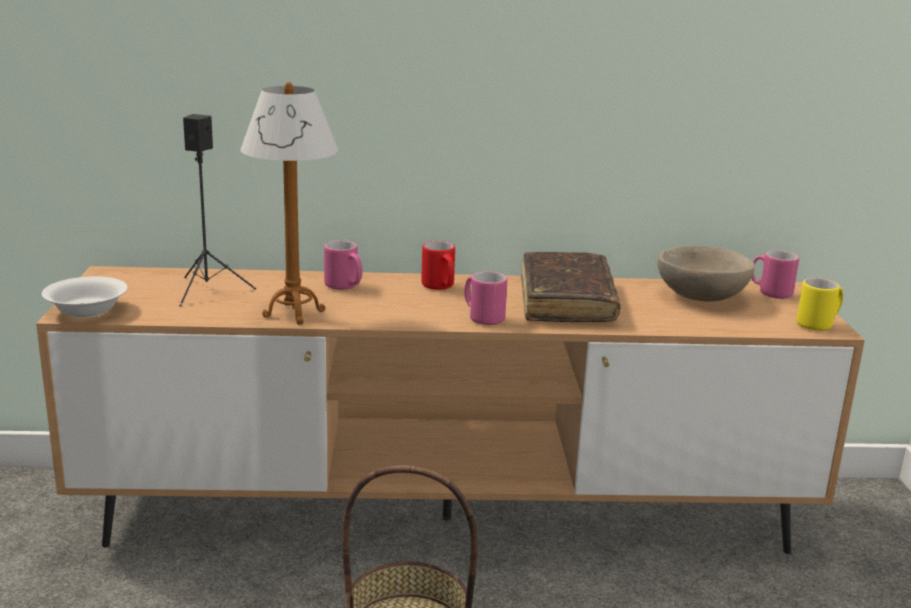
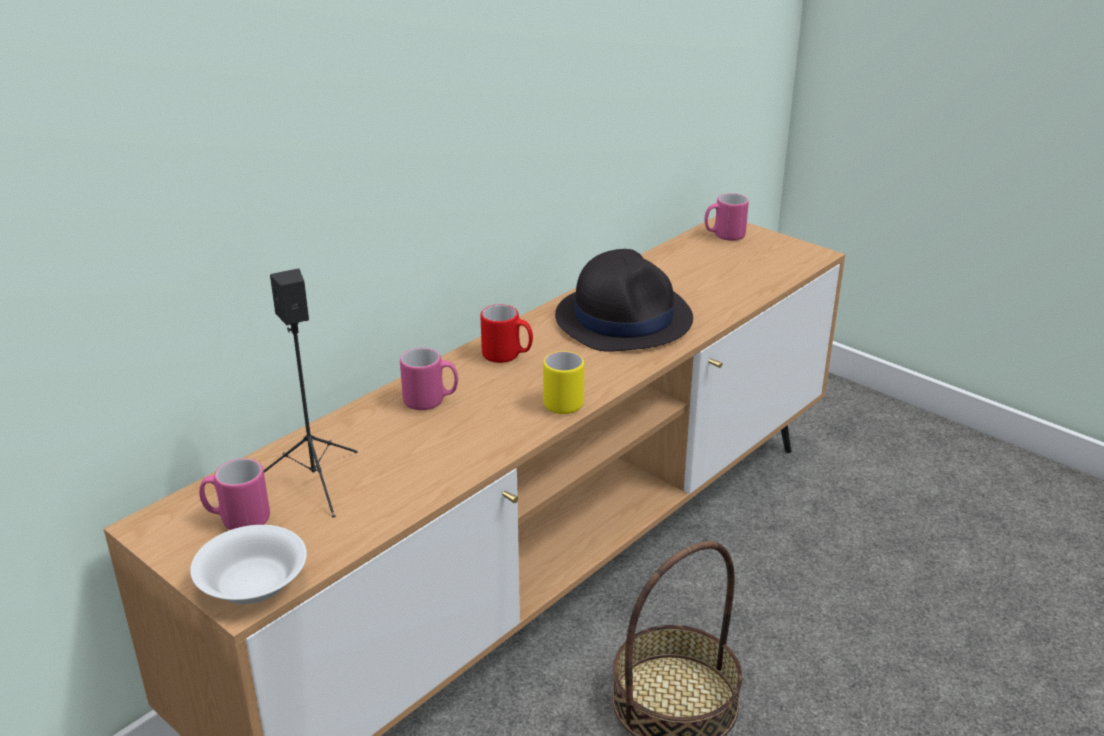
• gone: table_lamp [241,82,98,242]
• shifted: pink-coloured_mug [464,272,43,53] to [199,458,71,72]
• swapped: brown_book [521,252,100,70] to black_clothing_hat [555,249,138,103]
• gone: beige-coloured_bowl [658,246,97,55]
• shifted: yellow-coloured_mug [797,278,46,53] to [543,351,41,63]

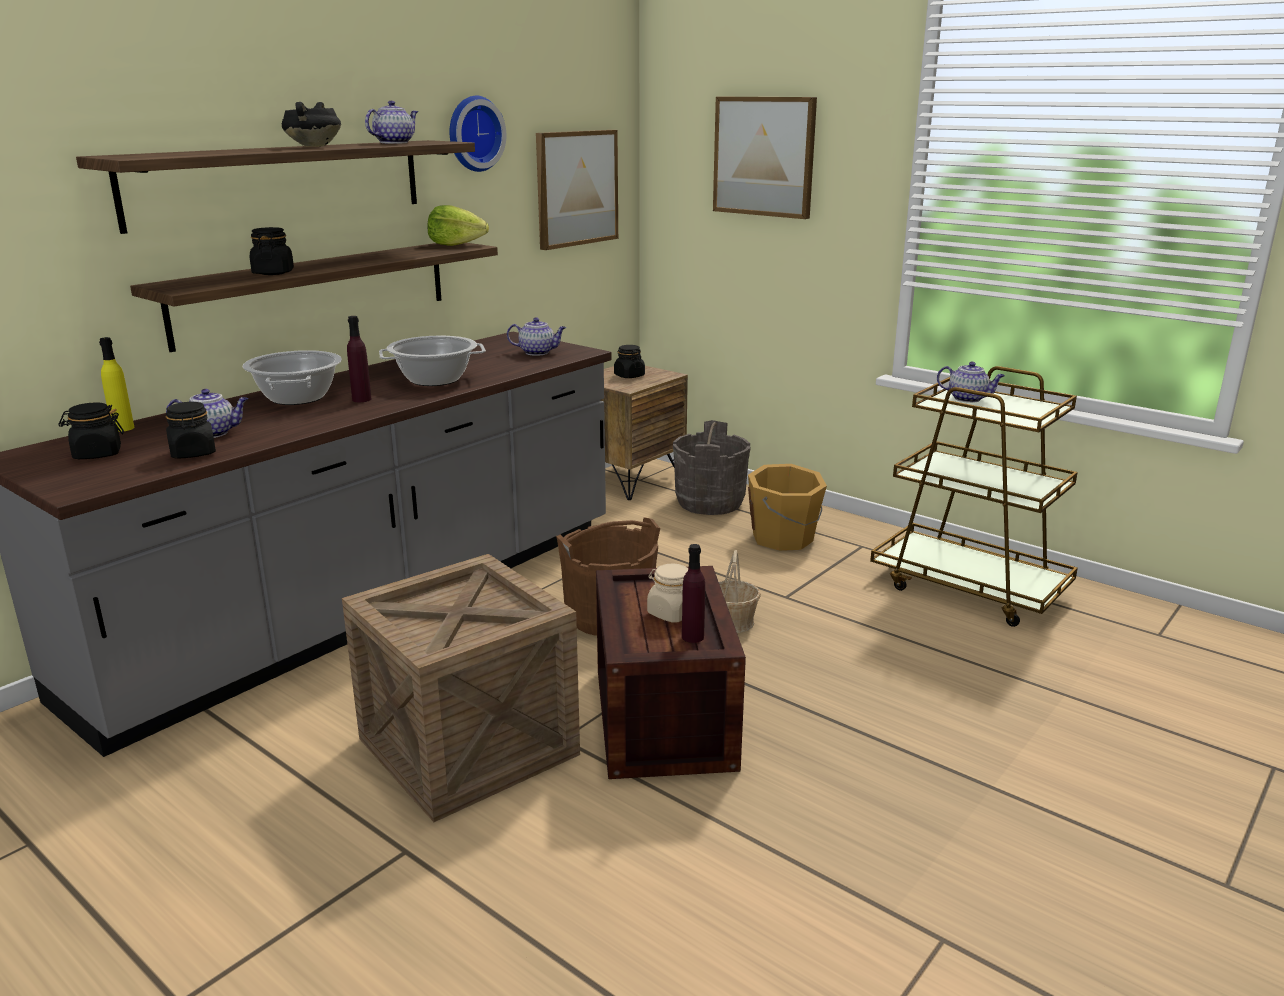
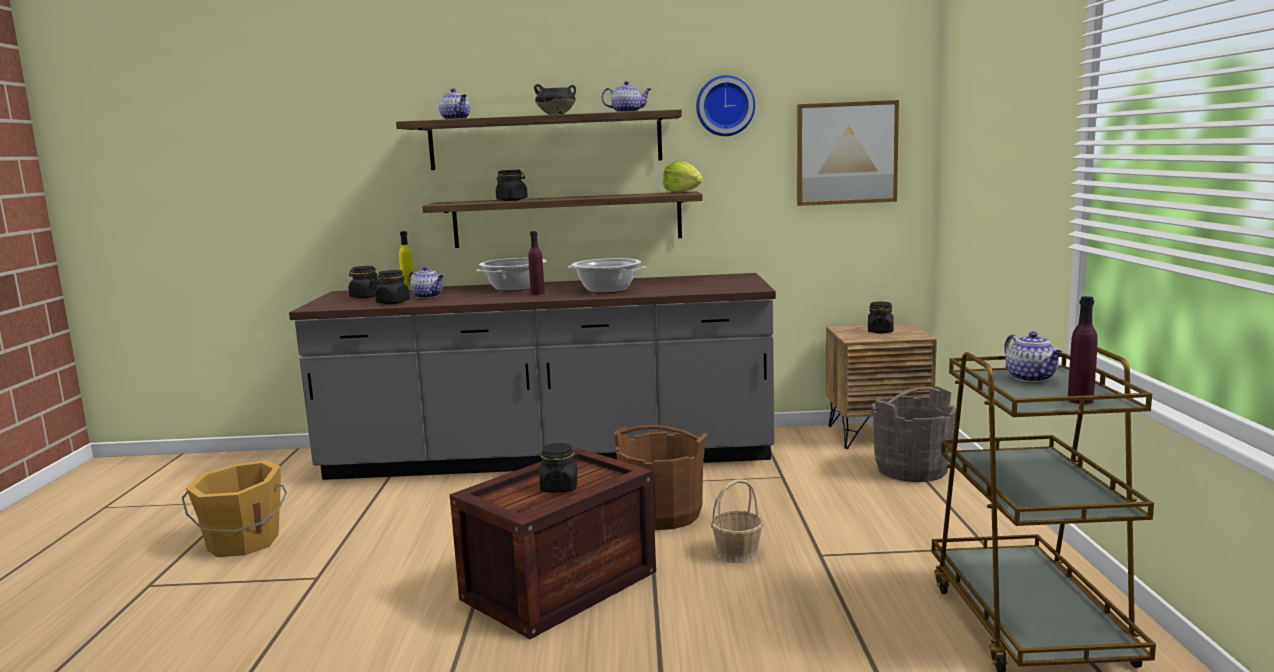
• gone: packing_crate [342,554,238,268]
• shifted: pot_for_tea [507,318,59,38] to [439,88,31,31]
• repainted: beige-coloured_preserve_jar [647,564,41,59] to black_preserve_jar [539,443,39,50]
• shifted: purplish_bottle [682,544,23,99] to [1068,296,30,108]
• gone: wall_picture [713,97,104,122]
• shifted: orange_bucket [748,464,79,87] to [182,460,105,97]

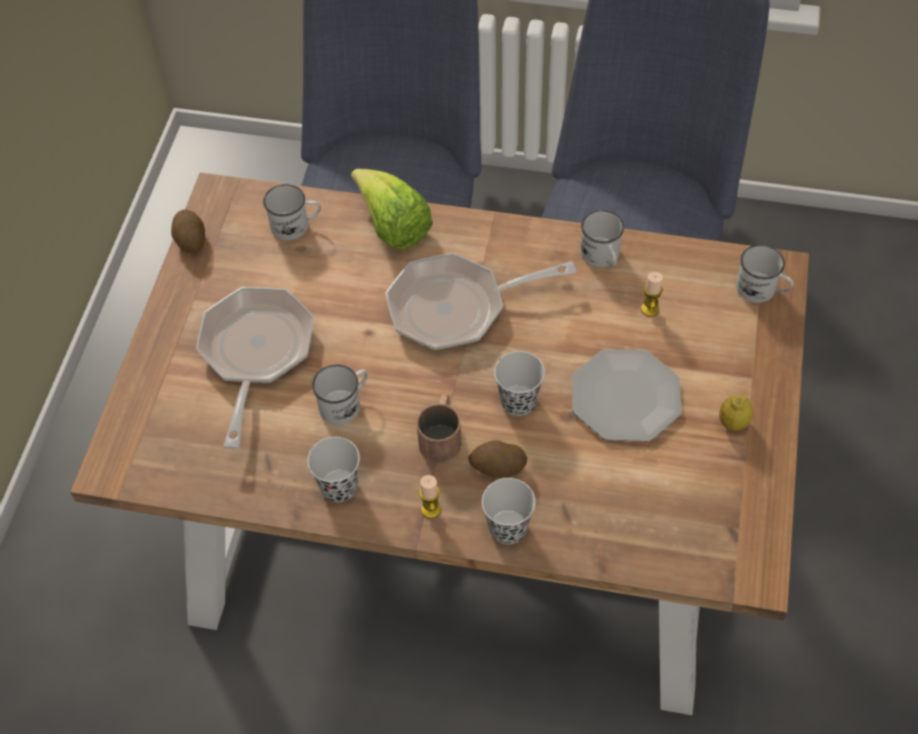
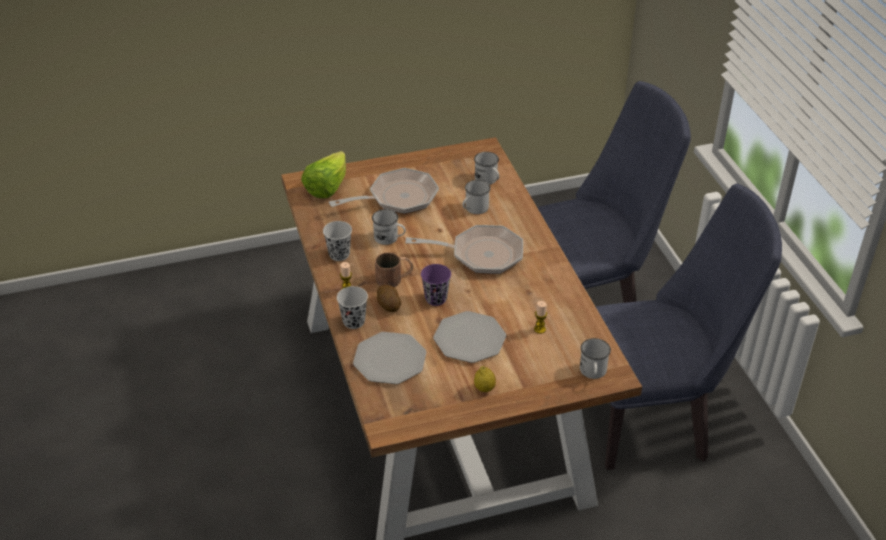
• gone: whole_potato [171,209,34,45]
• shifted: lettuce [351,169,82,81] to [301,151,45,47]
• rotated: skillet [385,253,192,97] = [405,225,118,49] 135 degrees clockwise
• repainted: black_cup [494,351,51,65] to purplish_cup [421,264,30,42]
• shifted: whitish_mug [581,210,43,57] to [463,180,27,34]
• new: dinner_plate [353,332,73,52]

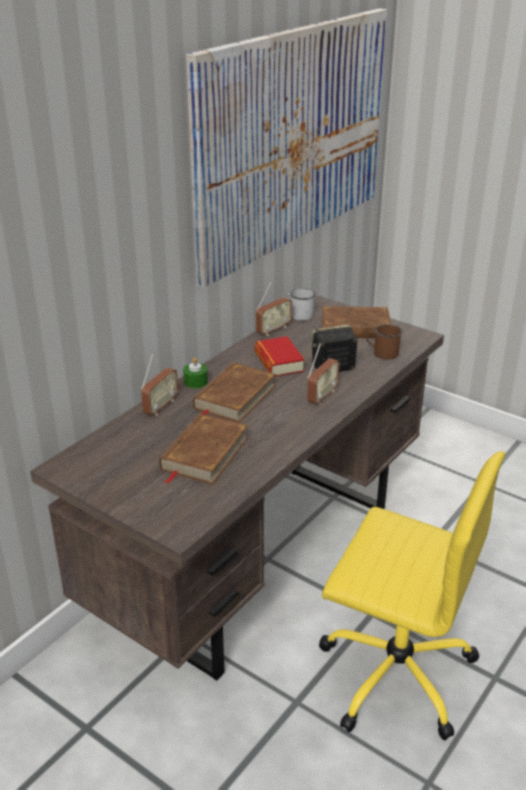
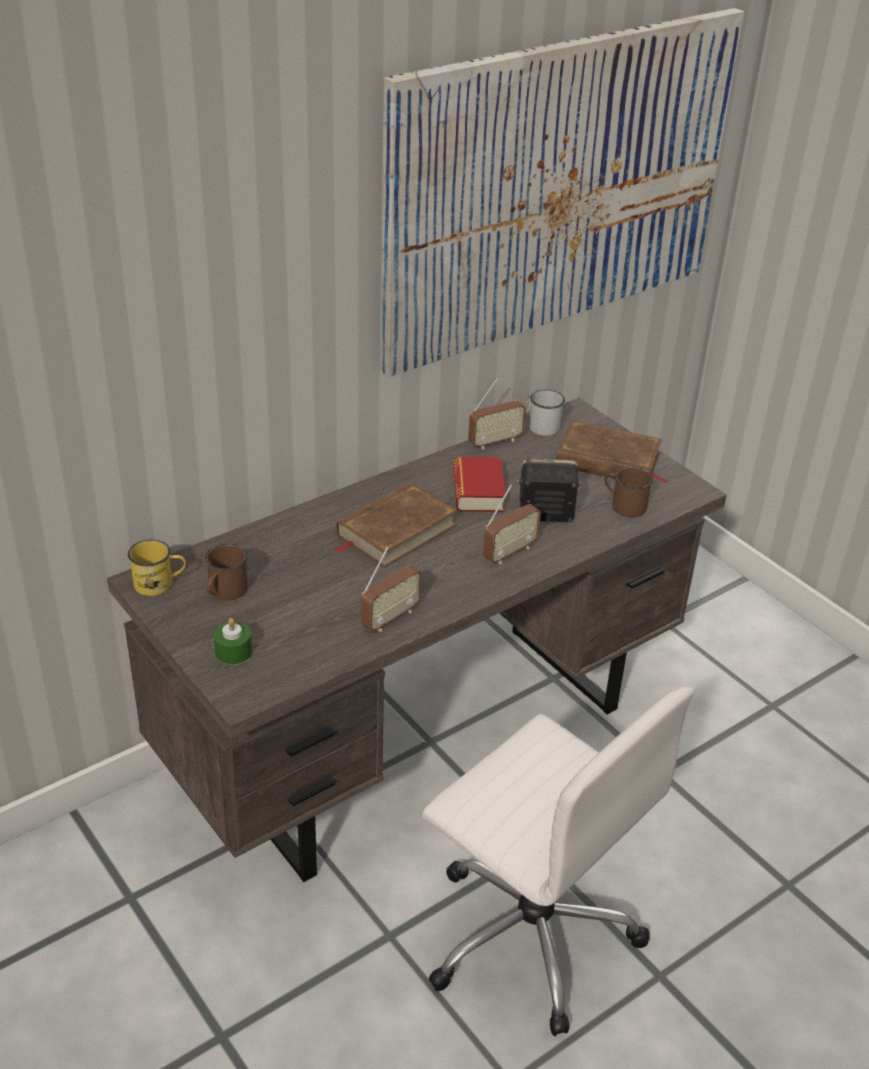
• shifted: radio_receiver [141,353,37,63] to [361,547,61,85]
• gone: brown_book [159,413,89,72]
• shifted: green_wax_light [183,358,25,31] to [214,618,38,46]
• repainted: yellow-coloured_computer_chair [319,451,186,289] to whitish_computer_chair [422,686,272,350]
• new: yellow-coloured_mug [128,540,58,56]
• new: brown_mug [205,544,43,56]

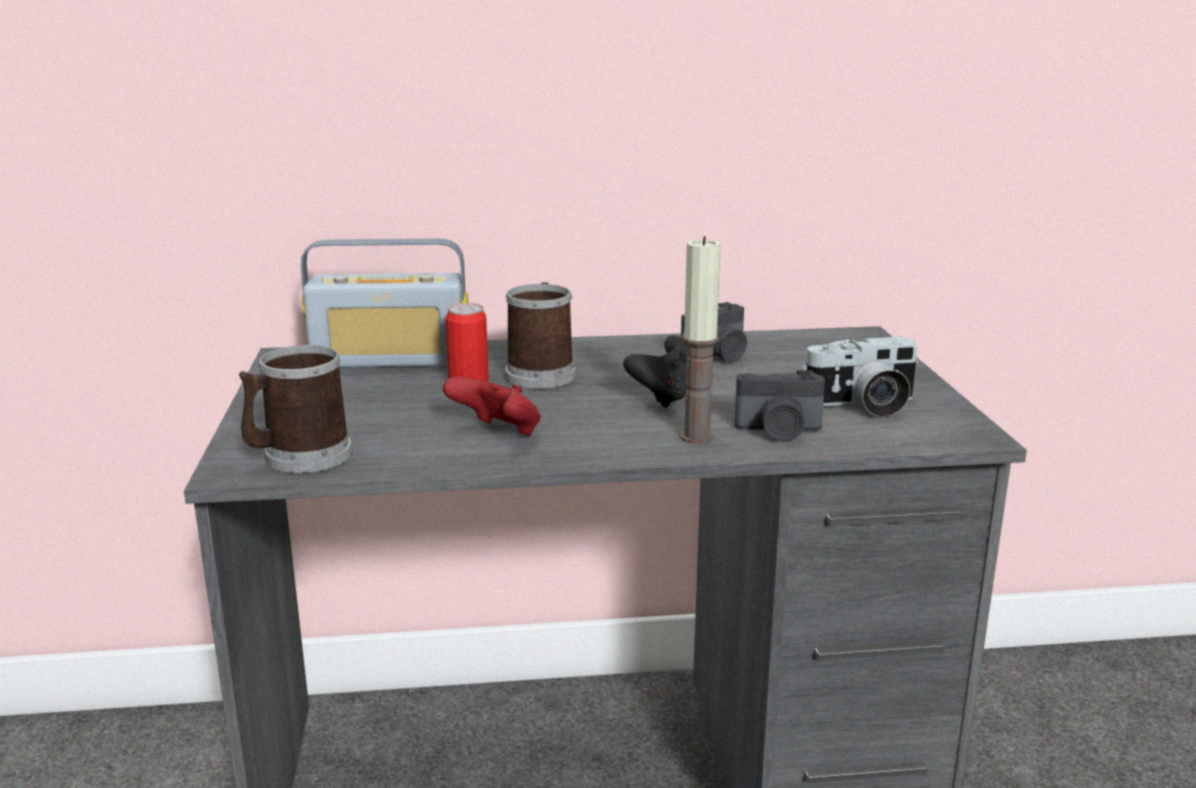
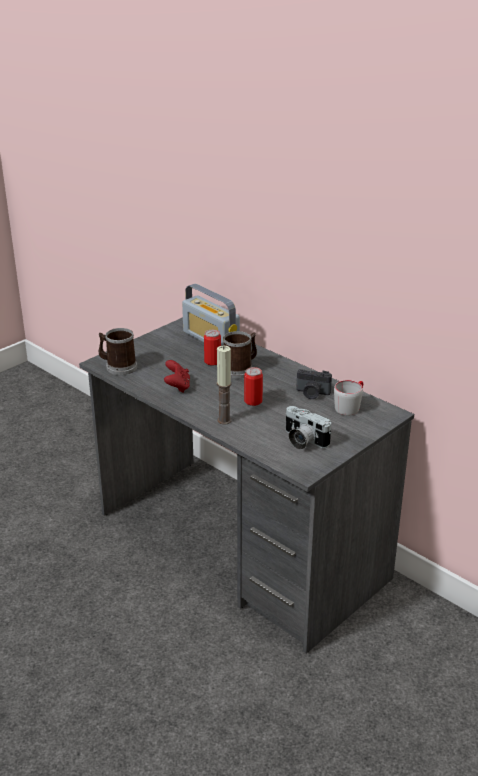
• swapped: black_game_controller [623,335,65,73] to metal_can [244,367,19,39]
• gone: photo_camera [735,370,90,72]
• new: grey_mug [334,380,29,35]

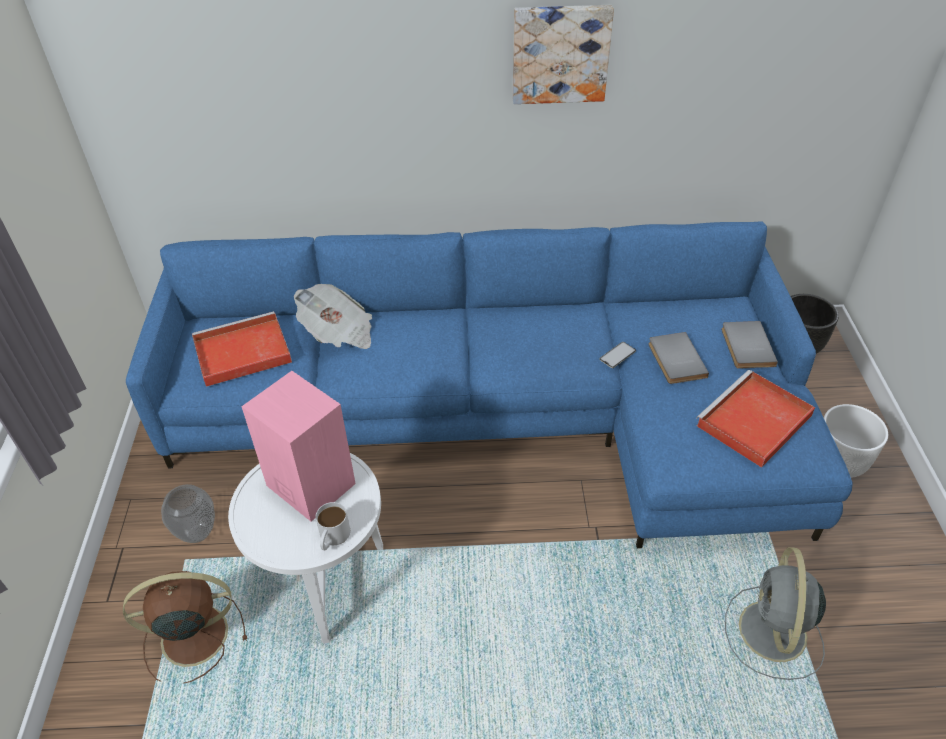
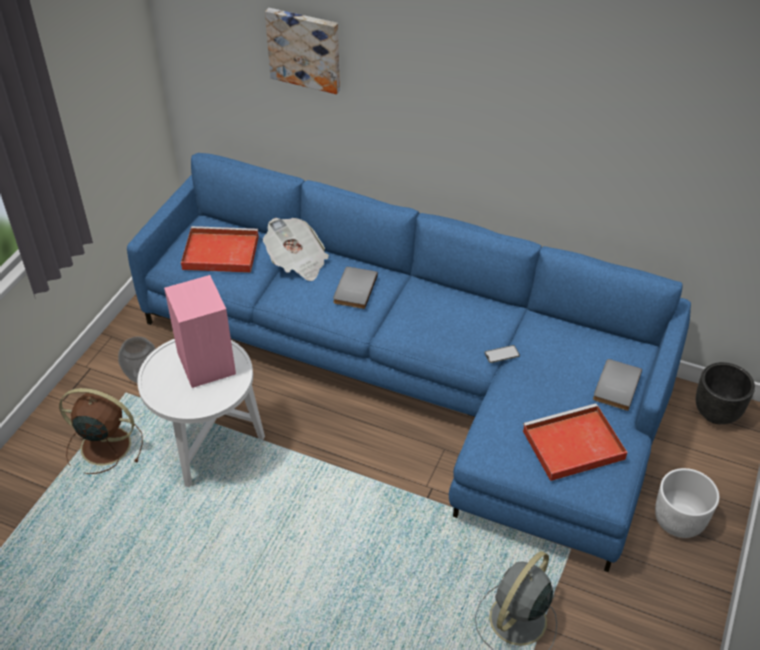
• gone: whitish_mug [316,502,34,48]
• shifted: wall_picture [513,5,101,99] to [265,8,75,86]
• shifted: grey_book [649,332,60,52] to [333,267,45,42]

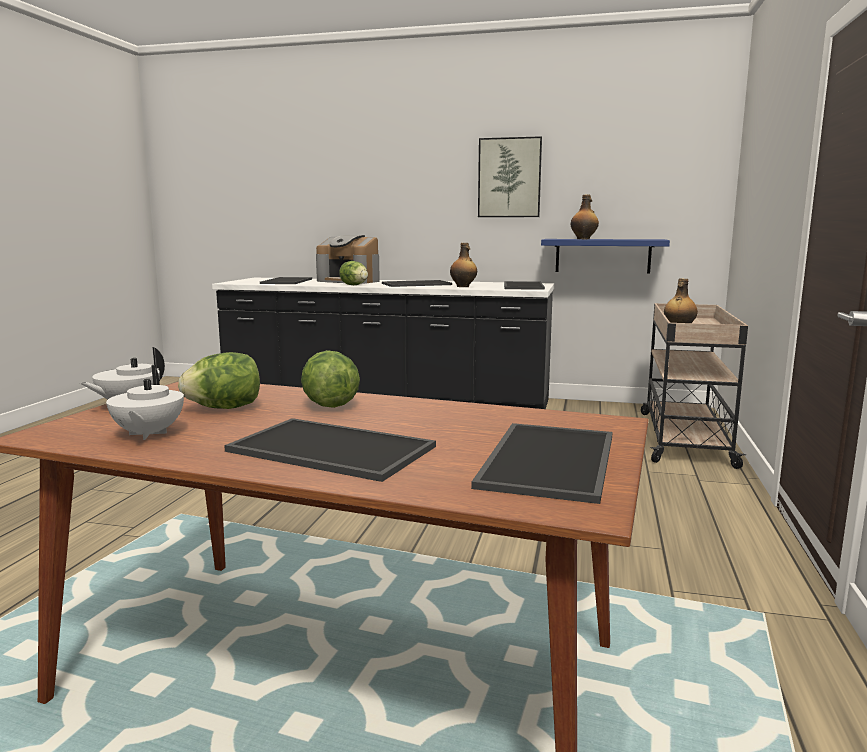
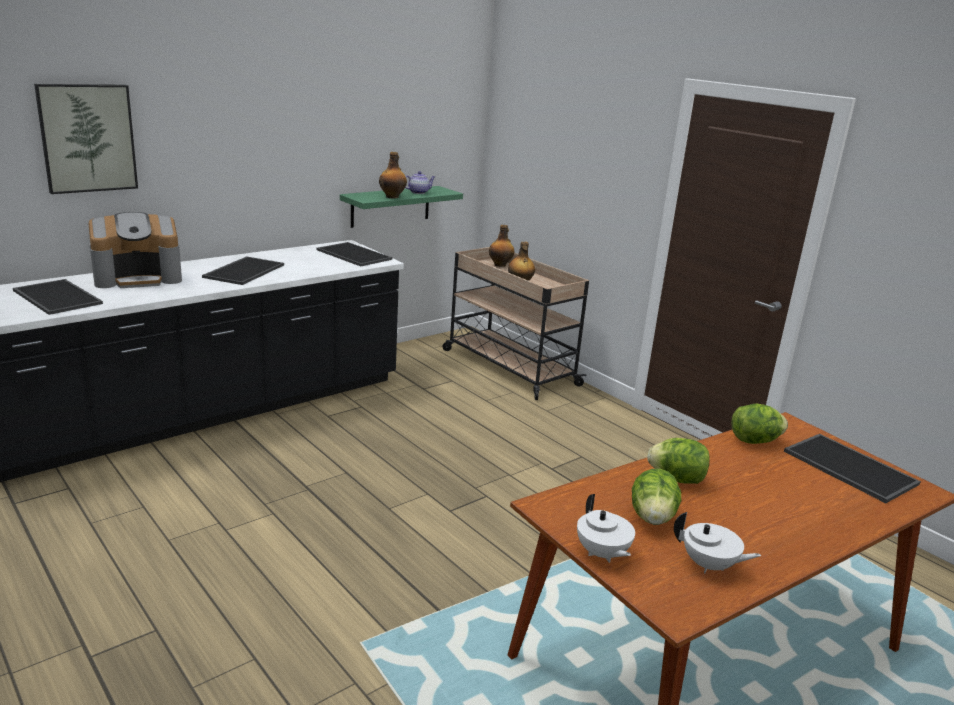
• gone: serving_tray [224,418,212,64]
• shifted: lettuce [339,261,29,24] to [731,404,57,40]
• shifted: bottle [450,243,27,44] to [489,225,25,42]
• shifted: wall_picture [478,136,64,81] to [34,84,104,110]
• repainted: bluish_wall_shelf [541,239,129,35] to green_wall_shelf [340,186,123,42]
• new: pot_for_tea [405,171,30,23]

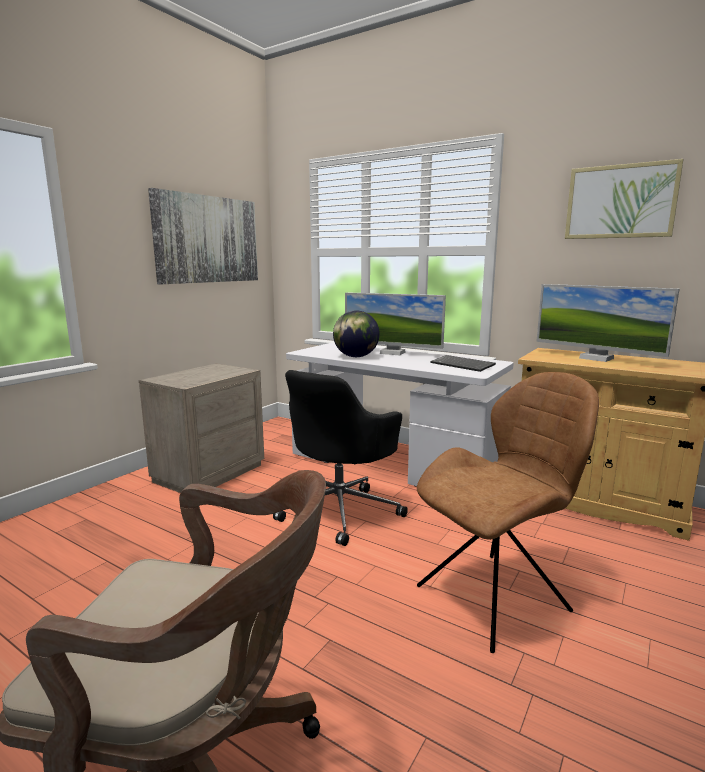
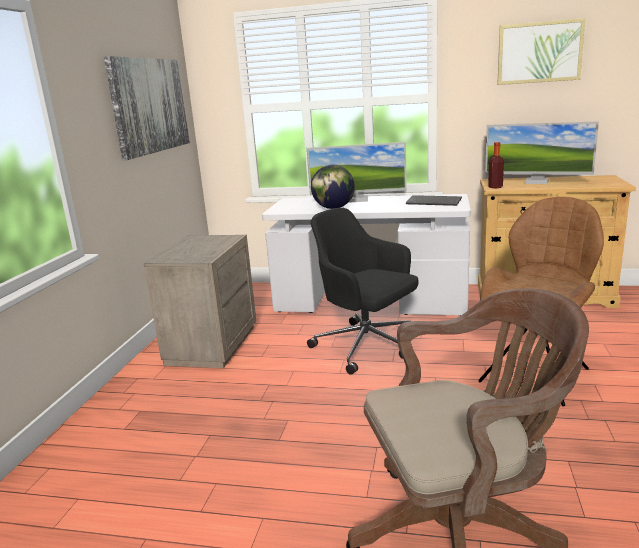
• rotated: black_computer_chair [273,370,135,176] = [307,208,112,167] 120 degrees clockwise
• new: bottle [488,142,16,46]

